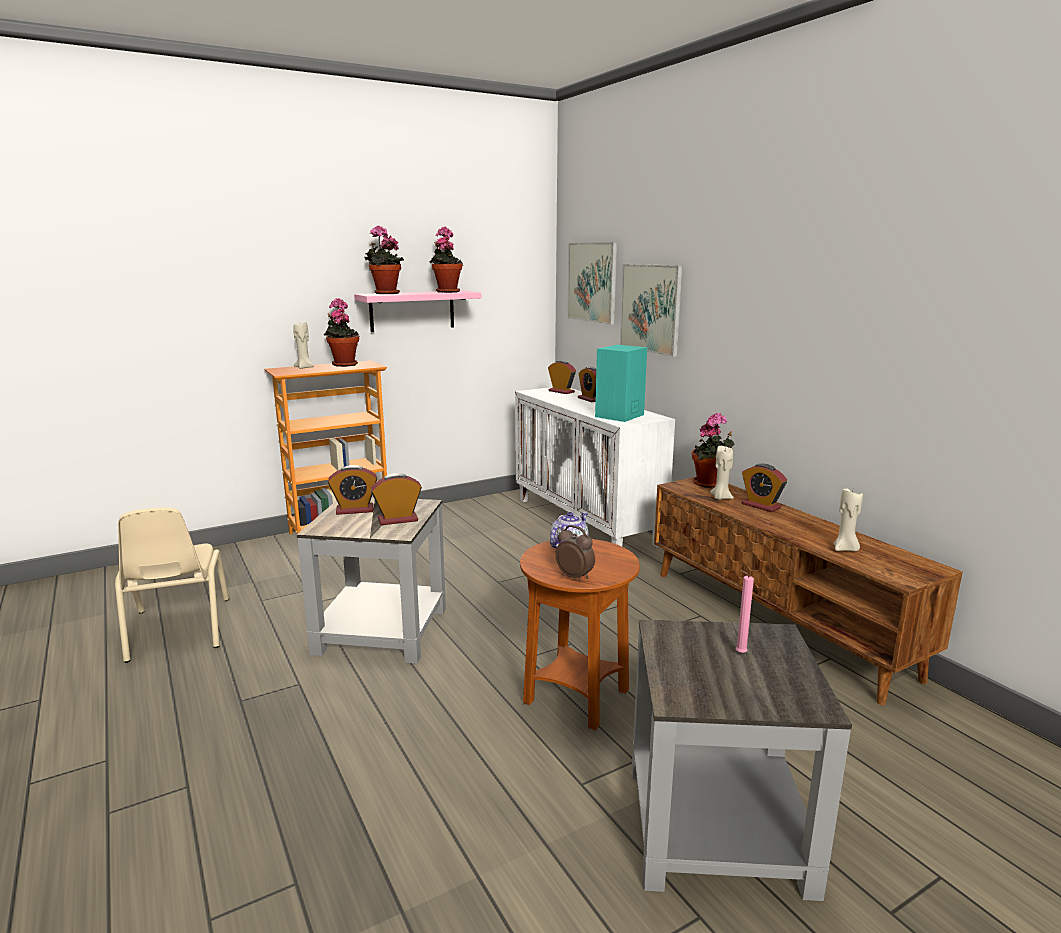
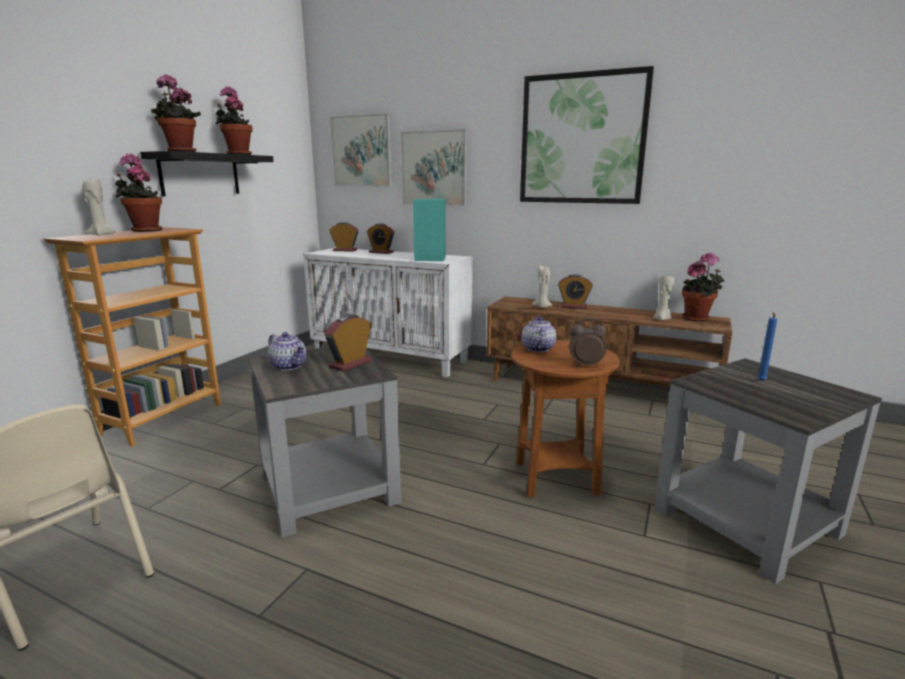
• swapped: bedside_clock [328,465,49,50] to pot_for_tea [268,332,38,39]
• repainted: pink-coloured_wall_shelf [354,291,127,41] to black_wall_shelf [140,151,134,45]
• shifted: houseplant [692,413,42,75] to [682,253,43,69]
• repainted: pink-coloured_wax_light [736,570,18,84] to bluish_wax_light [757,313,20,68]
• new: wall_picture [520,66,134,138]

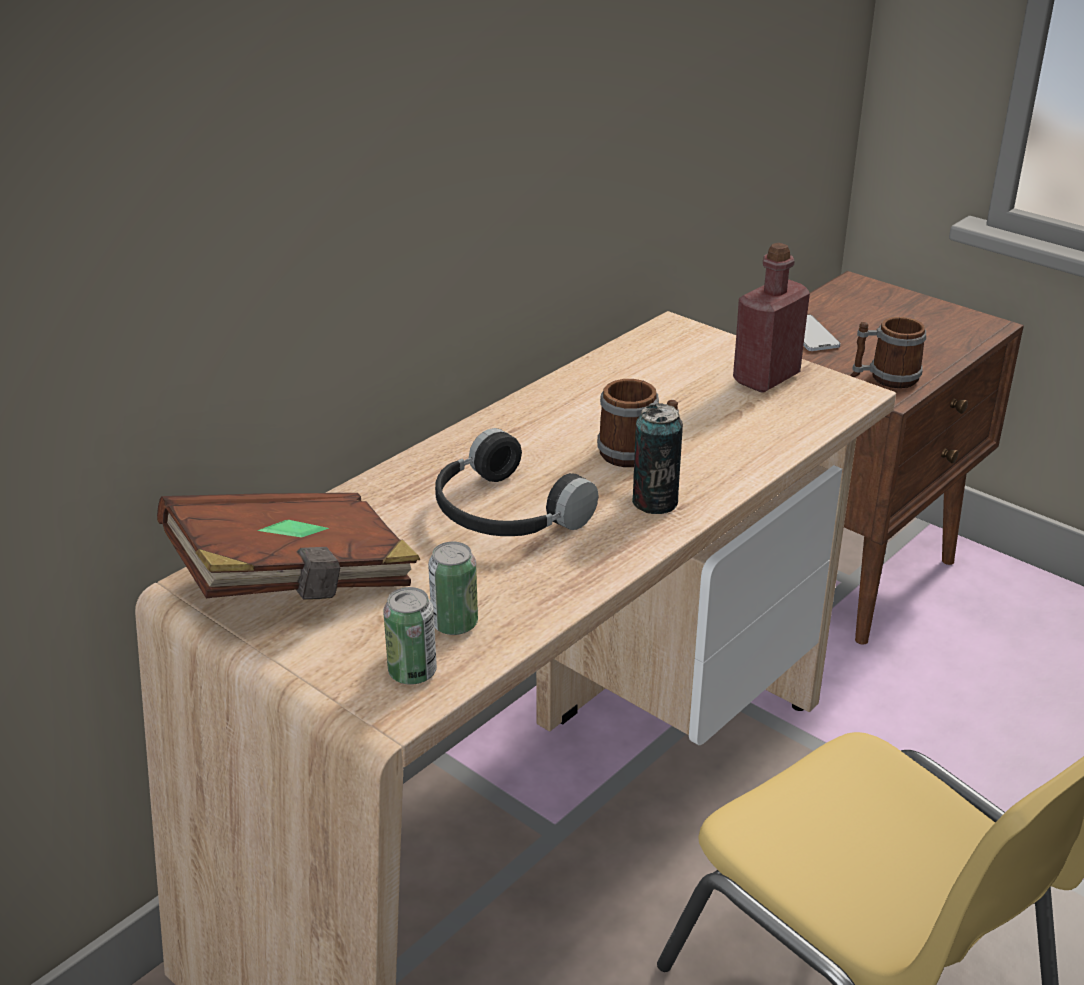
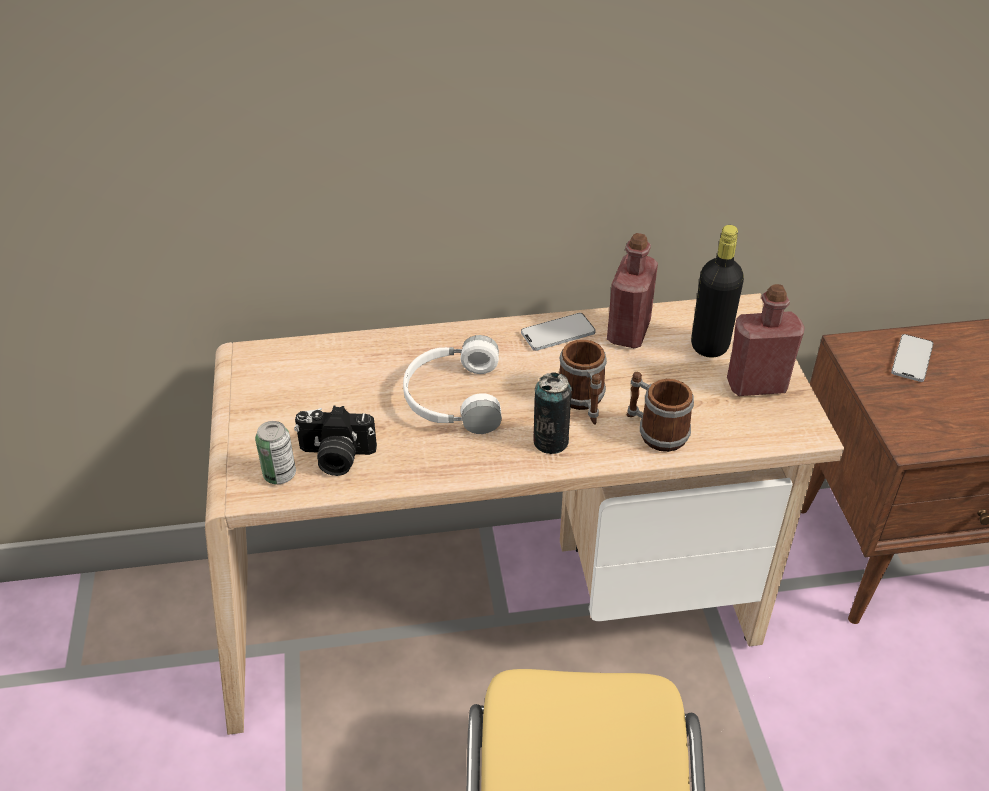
• gone: brown_book [157,493,263,107]
• swapped: metal_can [428,542,50,93] to photo_camera [294,406,83,70]
• repainted: black_headset [435,428,164,108] to whitish_headset [403,335,99,99]
• shifted: mug [850,317,76,71] to [626,372,68,80]
• new: telephone [521,313,75,38]
• new: reddish_bottle [607,233,51,115]
• new: black_bottle [691,225,53,133]

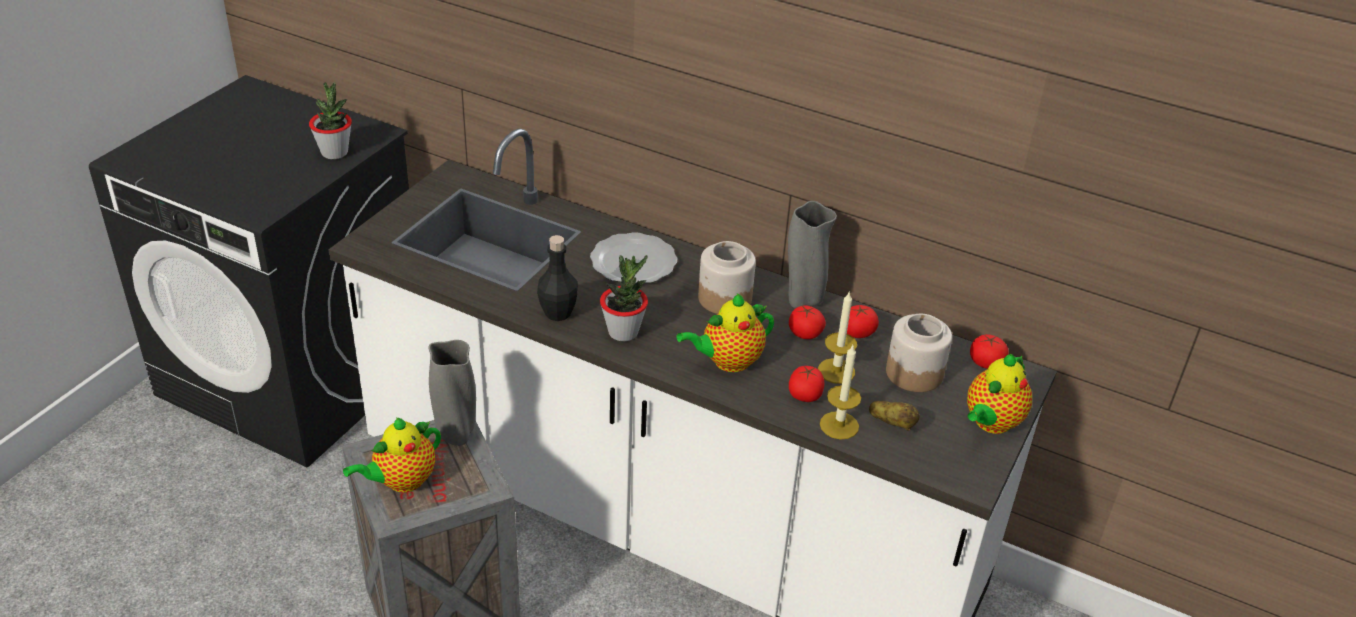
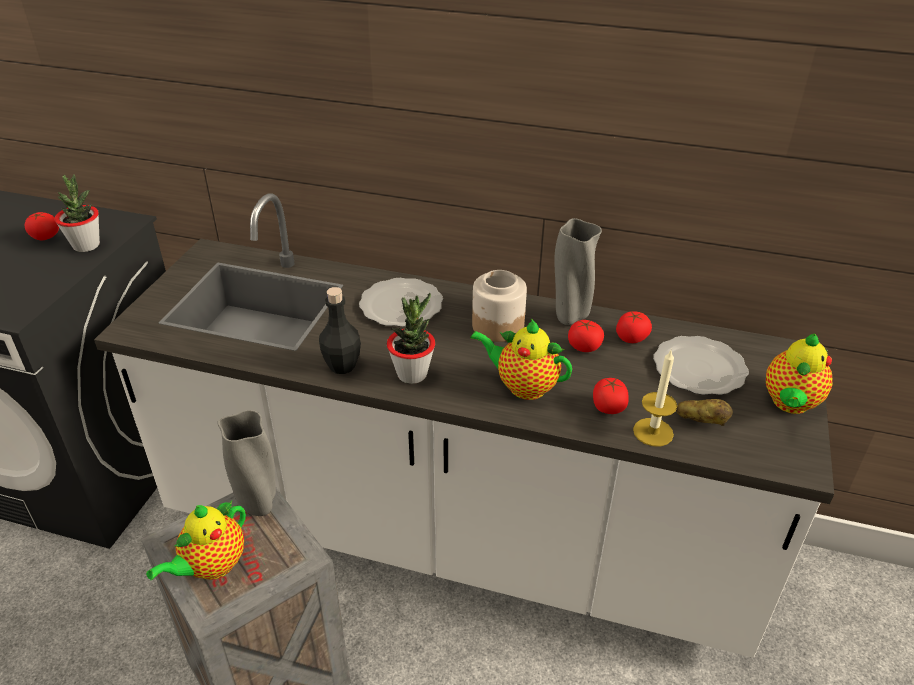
• rotated: pot_for_tea [676,293,98,79] = [470,319,102,81] 60 degrees clockwise
• gone: wax_light [818,291,39,93]
• swapped: preserve_jar [886,314,66,78] to dinner_plate [653,336,96,59]
• shifted: whole_tomato [970,334,39,35] to [25,212,34,28]

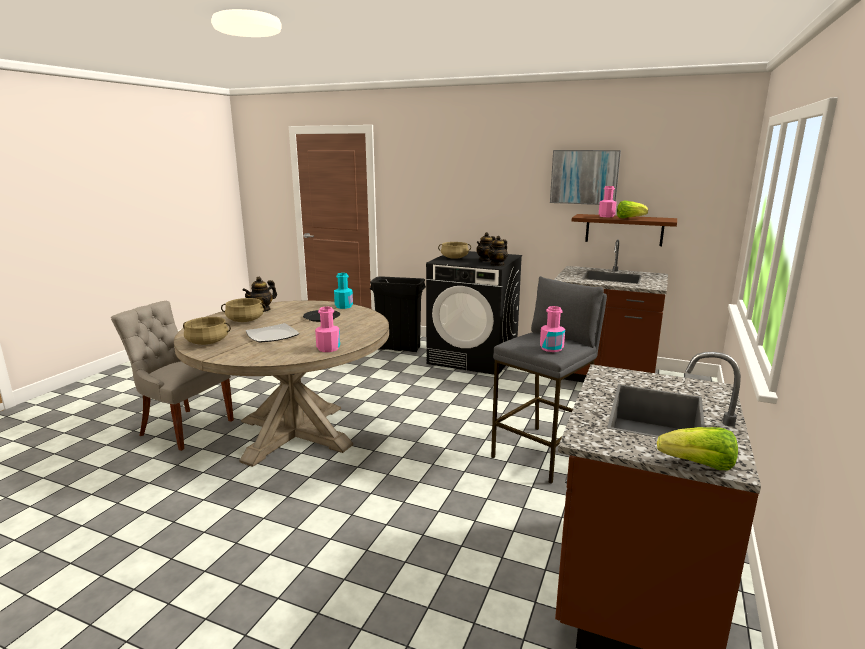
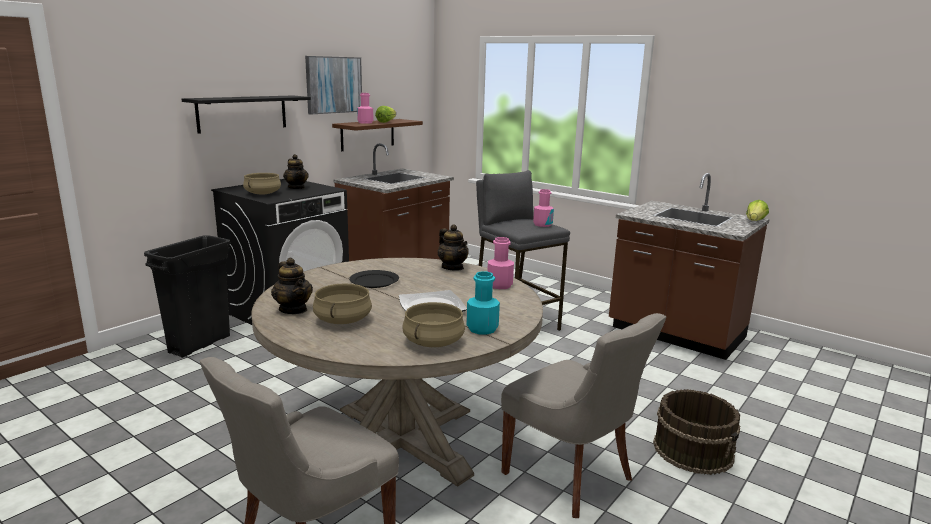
• shifted: blue-green_bottle [334,273,19,36] to [466,271,34,64]
• shifted: pot_for_tea [488,236,20,30] to [438,224,31,47]
• new: black_wall_shelf [182,95,129,39]
• new: grey_plain_chair [501,313,165,205]
• new: brown_bucket [653,389,87,86]

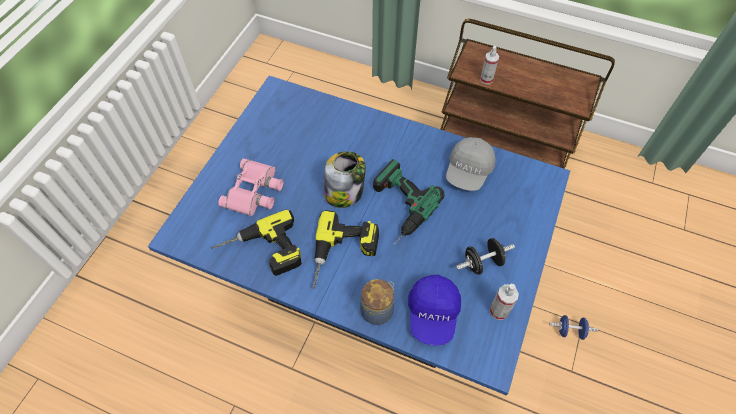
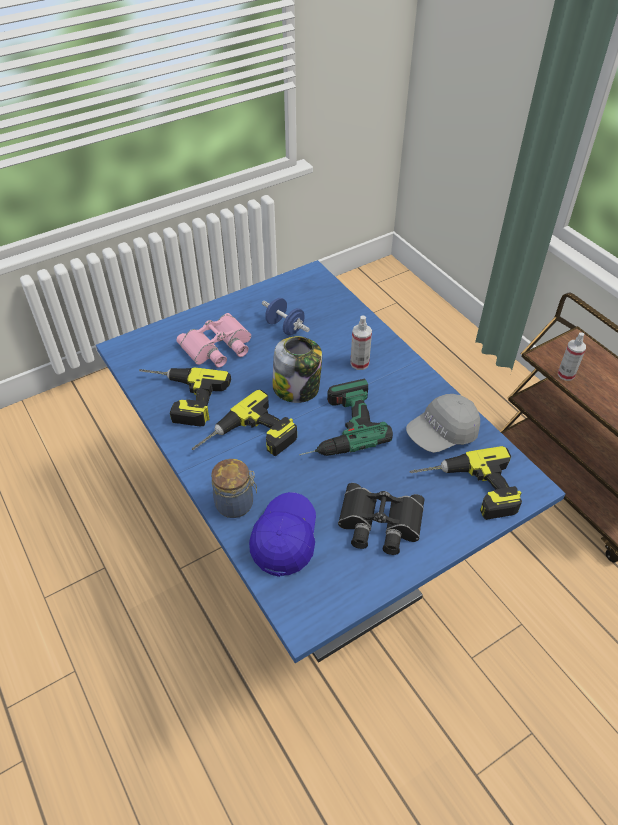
• rotated: bluish_peaked_cap [408,274,53,72] = [249,492,67,85] 150 degrees clockwise
• swapped: black_dumbbell [456,238,59,37] to black_field_glasses [338,483,86,72]
• shifted: sprayer [490,284,29,36] to [350,315,22,55]
• shifted: bluish_dumbbell [549,315,49,25] to [262,298,48,37]
• new: electric_drill [410,446,112,74]

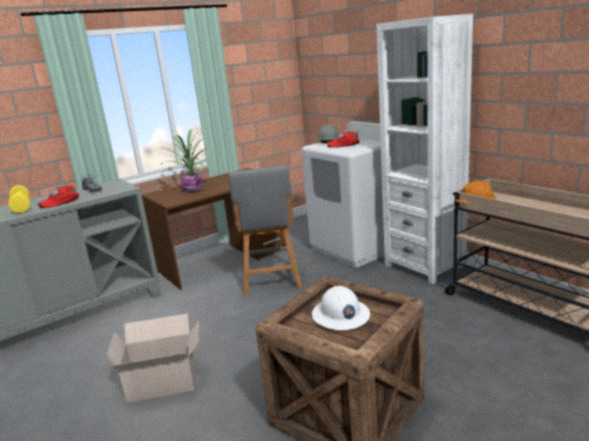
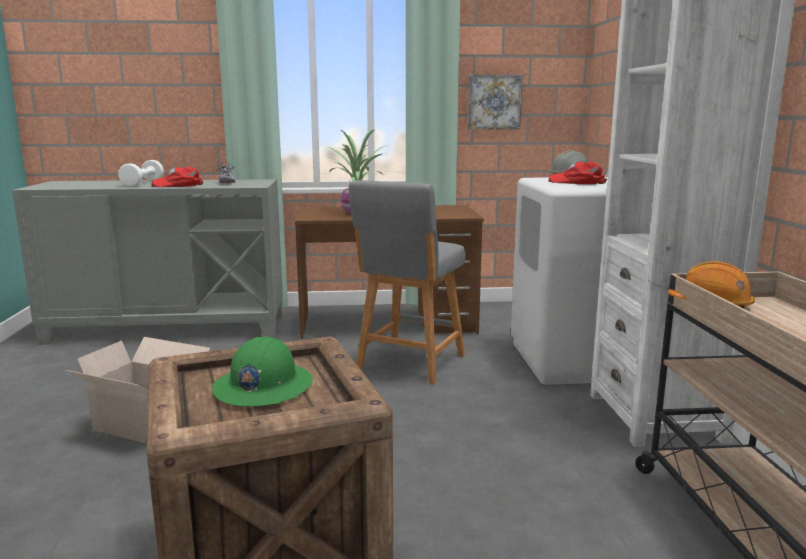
• repainted: yellow-coloured_dumbbell [8,185,22,28] to whitish_dumbbell [118,160,46,27]
• repainted: whitish_safety_helmet [312,286,58,44] to green_safety_helmet [212,336,100,70]
• new: wall_picture [468,75,55,55]

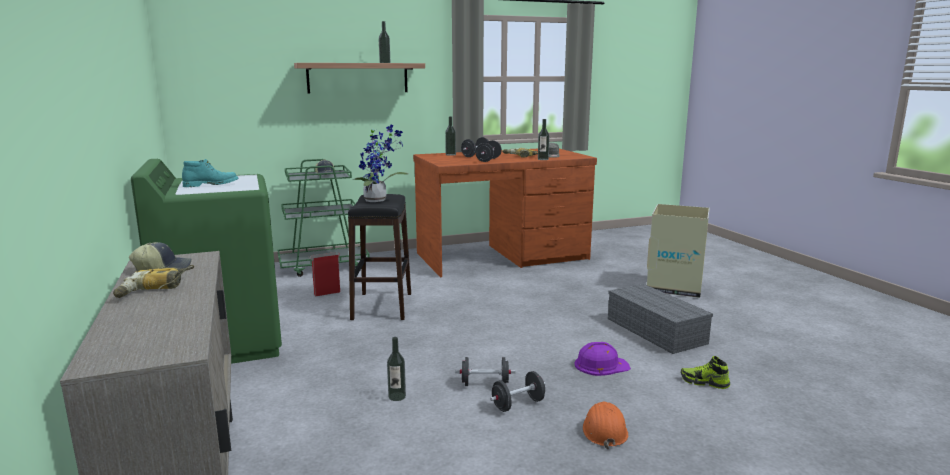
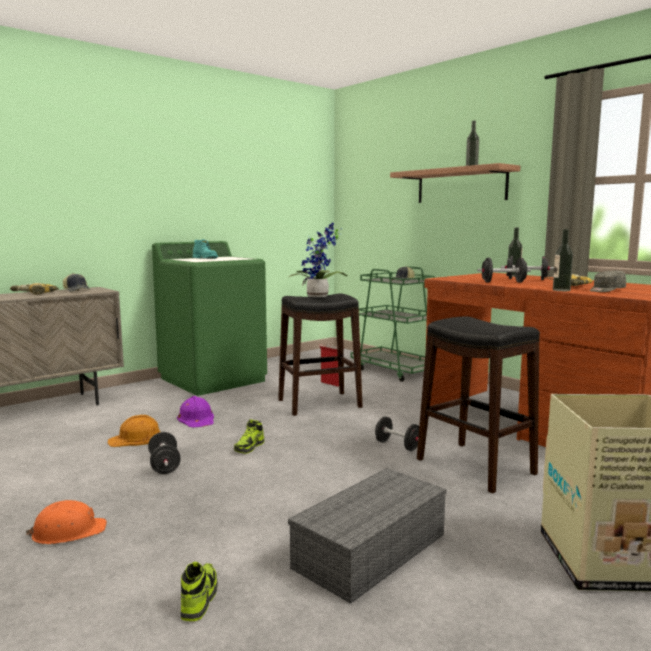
• swapped: bottle [387,337,19,64] to orange_safety_helmet [108,415,52,32]
• shifted: black_dumbbell [490,371,56,41] to [375,417,44,34]
• shifted: purplish_safety_helmet [575,342,56,34] to [177,396,37,32]
• new: low_shoe [234,419,31,35]
• new: black_stool_seat [417,316,123,178]

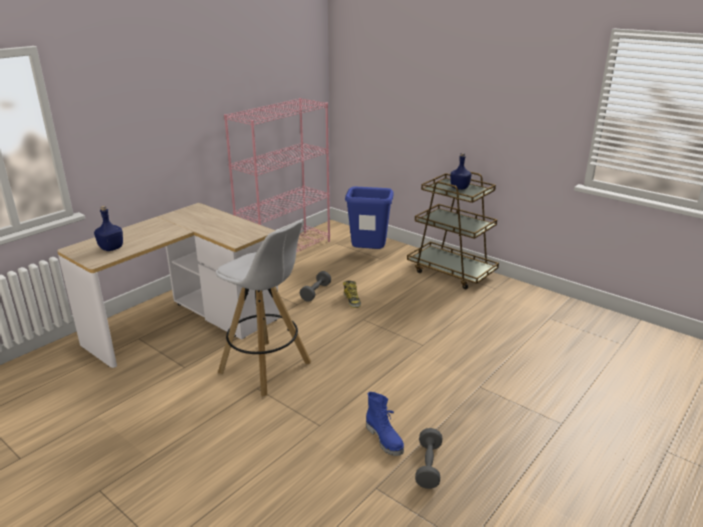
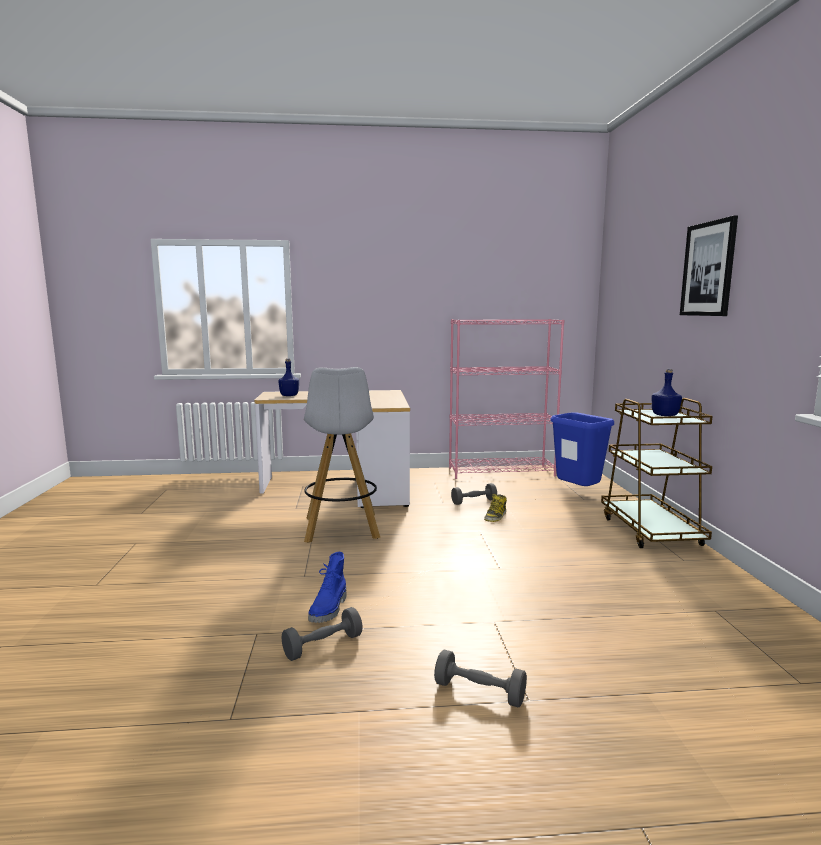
• new: grey_dumbbell [434,650,93,57]
• new: wall_picture [680,216,58,100]

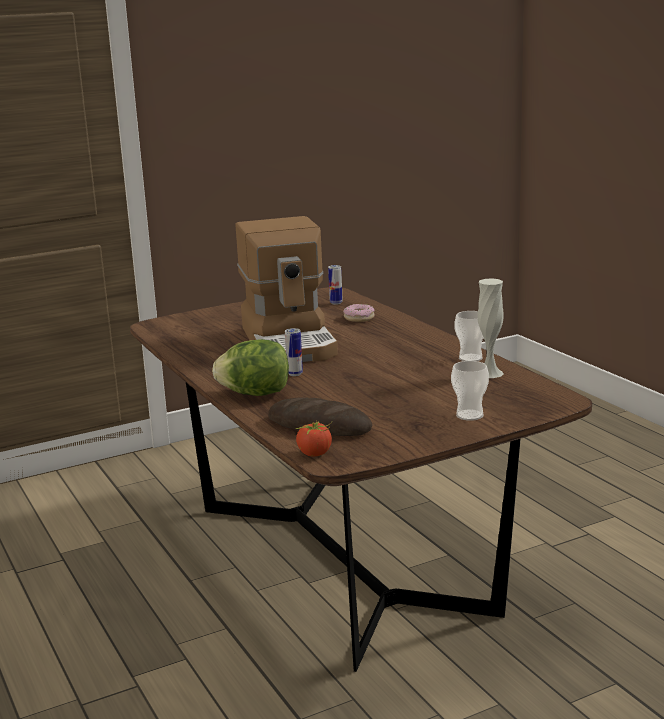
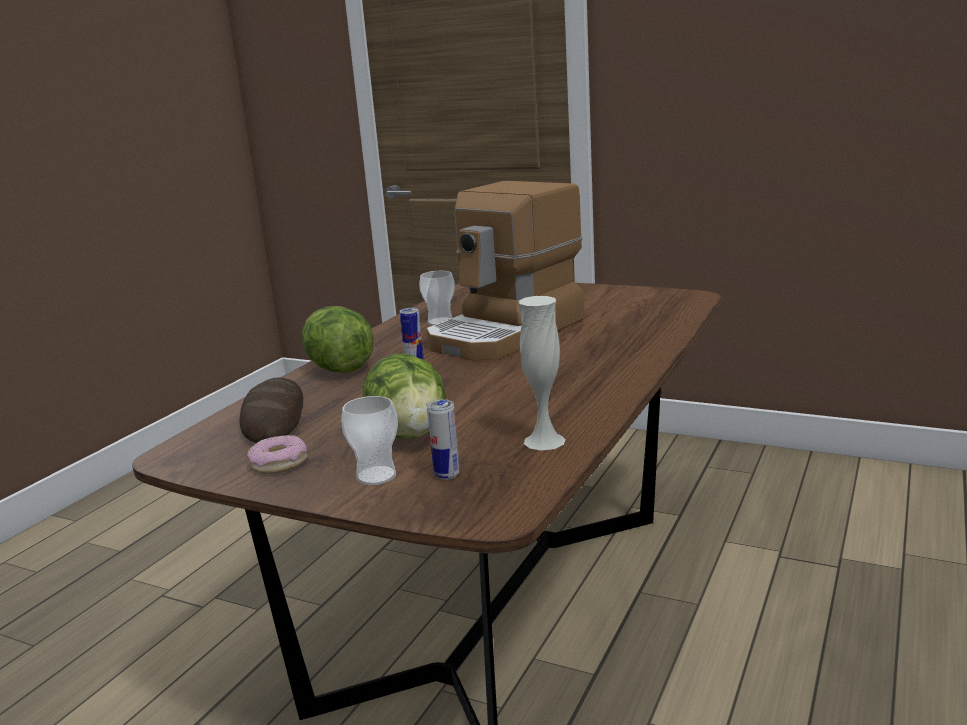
• gone: whole_tomato [296,420,36,37]
• shifted: metal_can [328,265,15,40] to [427,399,33,81]
• shifted: ring_doughnut [343,304,32,18] to [247,435,60,39]
• shifted: cup [454,311,30,50] to [419,271,36,54]
• new: lettuce [362,354,84,84]

